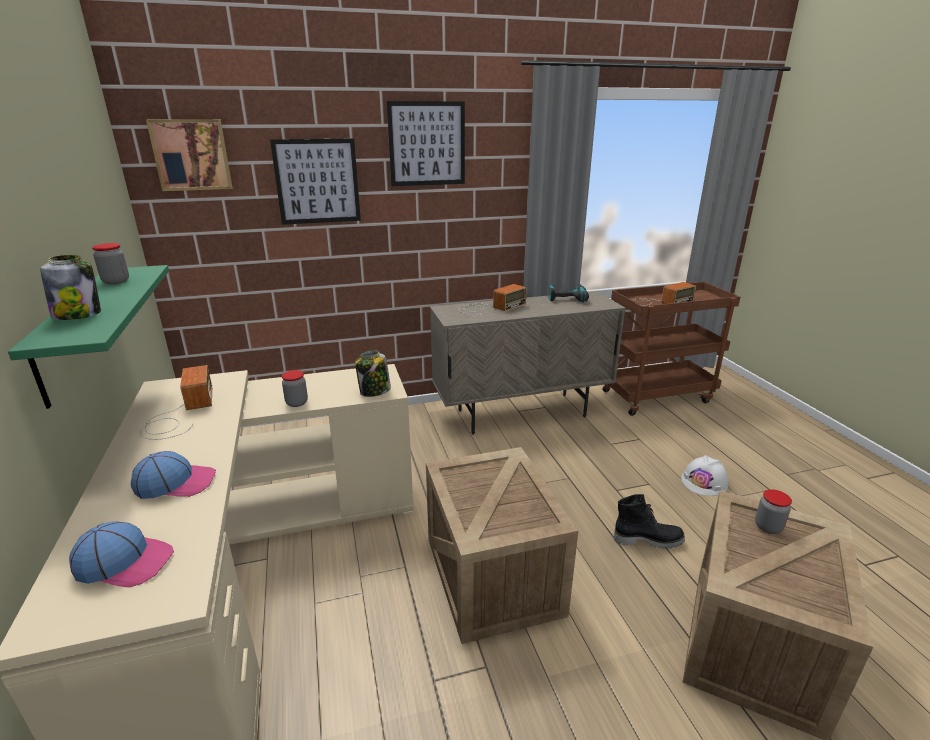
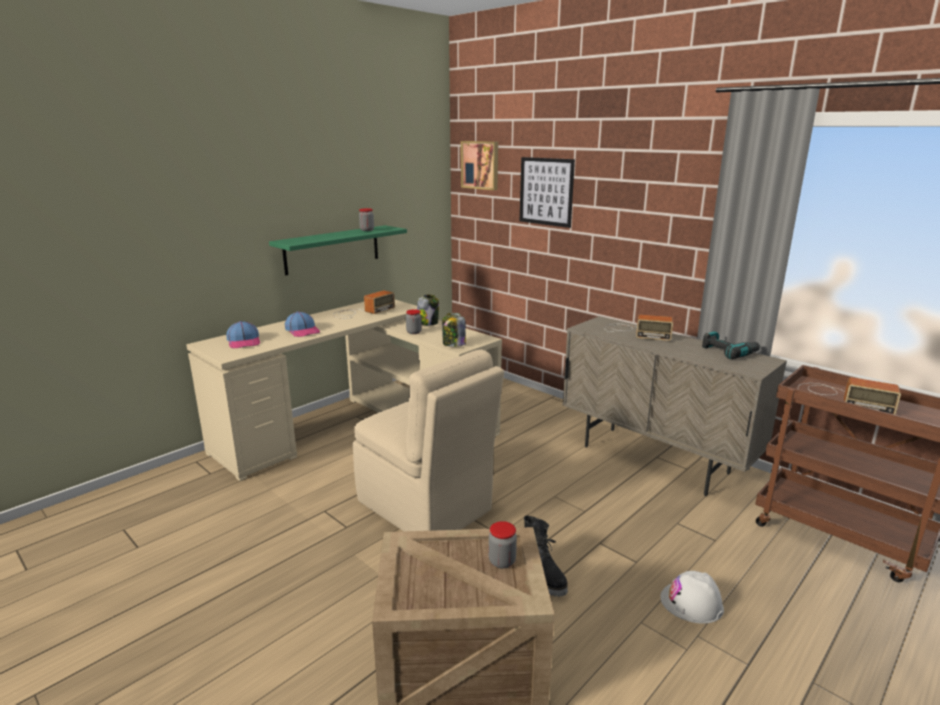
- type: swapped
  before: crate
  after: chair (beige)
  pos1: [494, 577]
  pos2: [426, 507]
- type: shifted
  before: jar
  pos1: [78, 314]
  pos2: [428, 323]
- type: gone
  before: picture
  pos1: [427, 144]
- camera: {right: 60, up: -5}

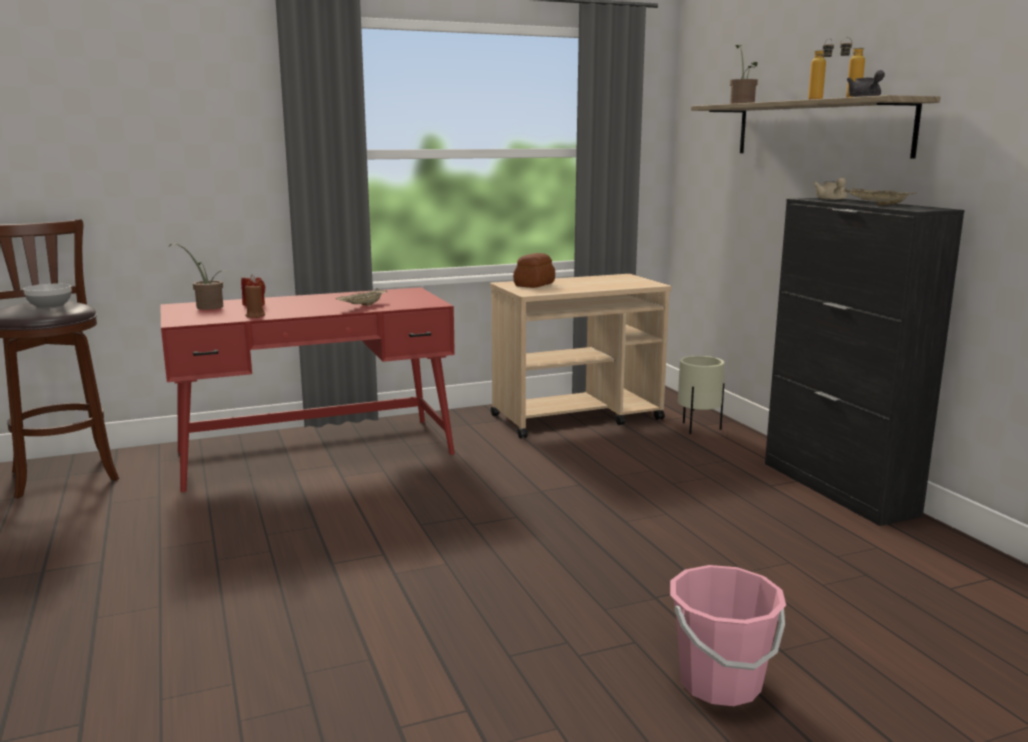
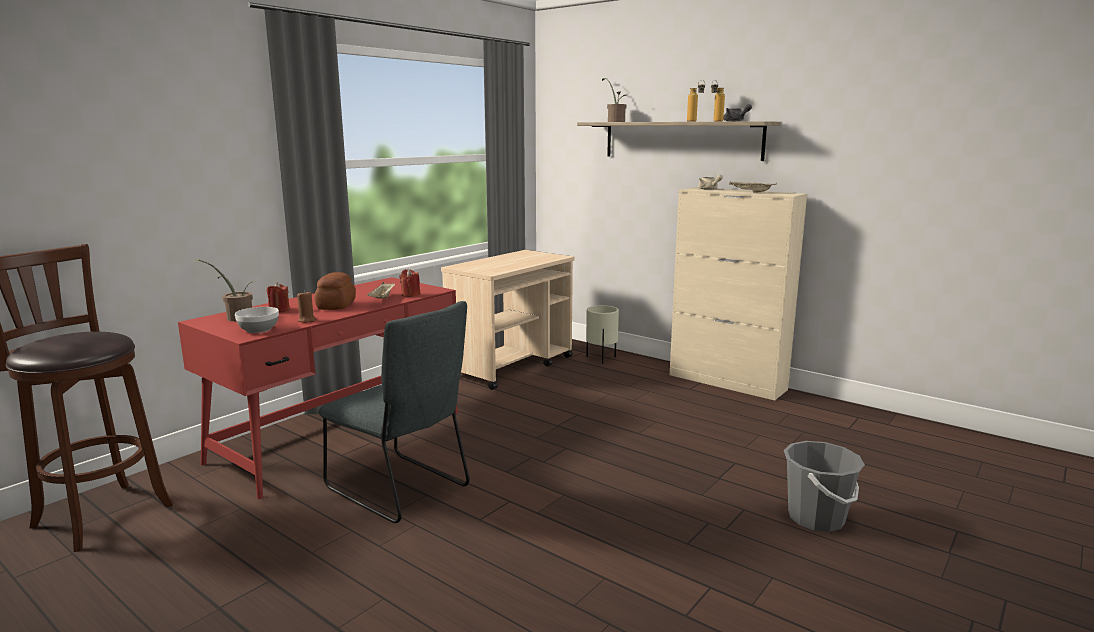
- type: shifted
  before: bowl
  pos1: [49, 306]
  pos2: [258, 329]
- type: shifted
  before: bread
  pos1: [533, 285]
  pos2: [335, 305]
- type: new
  after: chair (grey)
  pos2: [402, 489]
- type: new
  after: candle (red)
  pos2: [410, 294]
- type: repainted
  before: cabinet (black)
  after: cabinet (beige)
  pos1: [838, 489]
  pos2: [727, 382]
- type: repainted
  before: bucket (pink)
  after: bucket (grey)
  pos1: [720, 683]
  pos2: [816, 518]
- camera: {right: -30, up: 0}

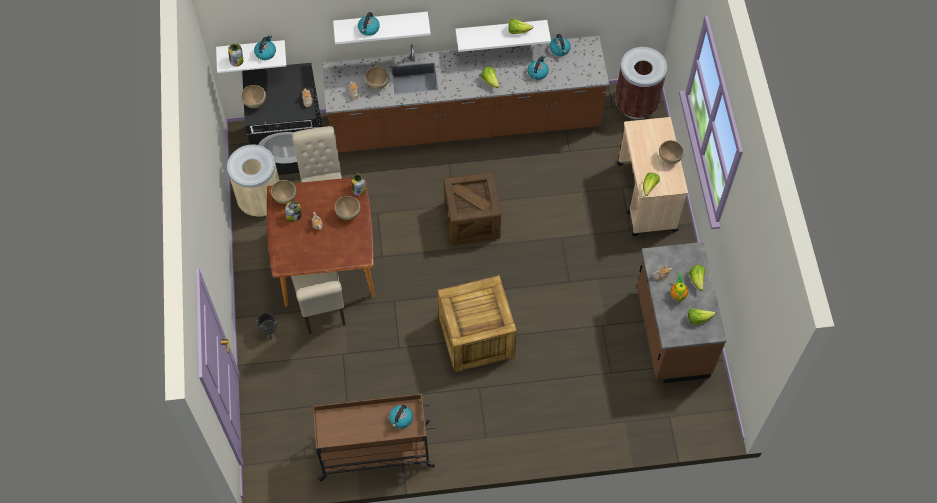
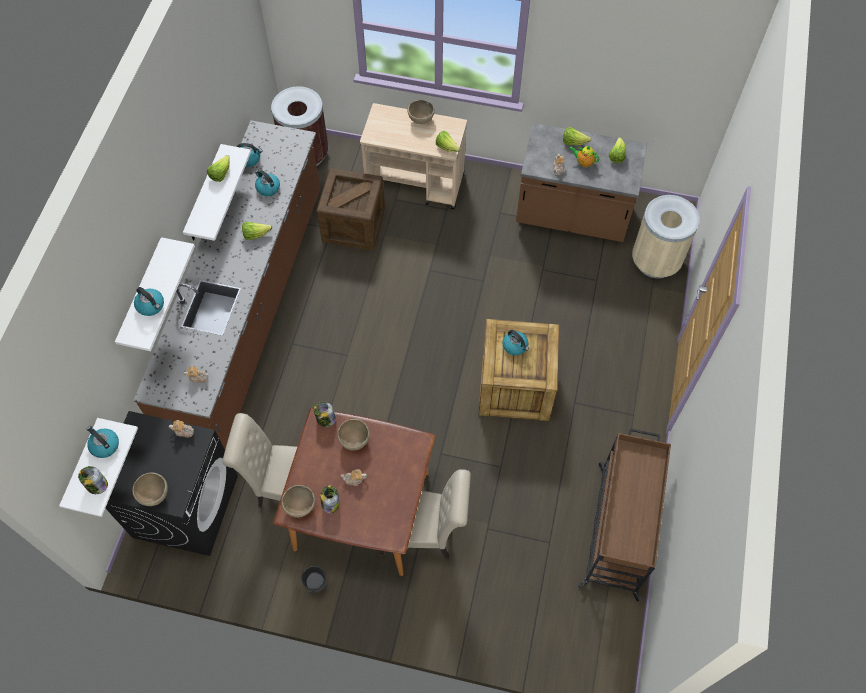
- type: shifted
  before: planter (black)
  pos1: [269, 332]
  pos2: [316, 585]
- type: shifted
  before: crate
  pos1: [472, 221]
  pos2: [353, 225]
- type: shifted
  before: kettle
  pos1: [401, 419]
  pos2: [515, 346]
- type: shifted
  before: trash can (beige)
  pos1: [260, 201]
  pos2: [655, 261]
- type: gone
  before: bowl (brown)
  pos1: [377, 84]
- camera: {right: -70, up: 0}

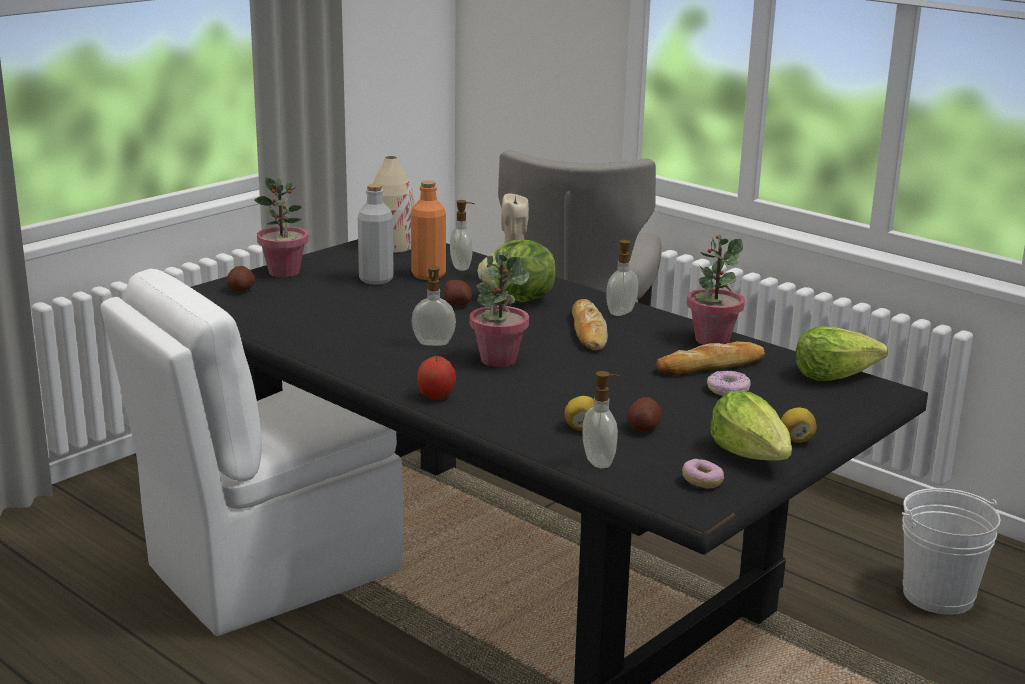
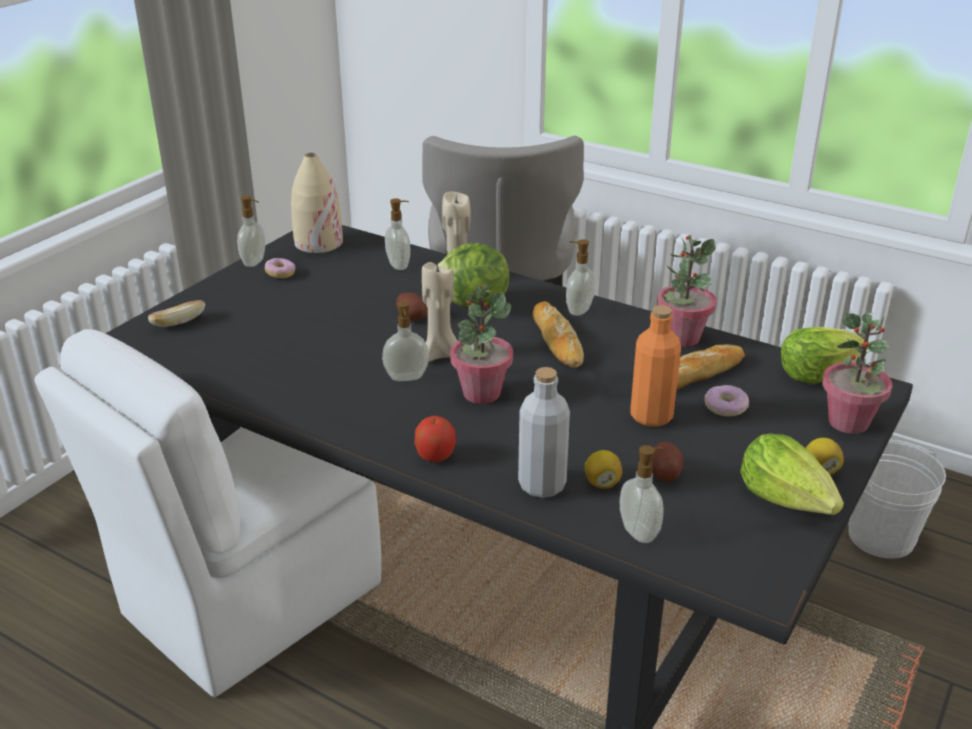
- type: swapped
  before: potato
  after: bread
  pos1: [241, 289]
  pos2: [178, 323]
- type: new
  after: soap dispenser
  pos2: [255, 262]
- type: shifted
  before: donut
  pos1: [702, 482]
  pos2: [280, 274]
- type: new
  after: candle (beige)
  pos2: [441, 354]
- type: shifted
  before: bottle (grey)
  pos1: [376, 279]
  pos2: [542, 485]
- type: shifted
  before: bottle (orange)
  pos1: [428, 275]
  pos2: [651, 416]
- type: shifted
  before: potted plant
  pos1: [284, 272]
  pos2: [848, 422]
- camera: {right: -10, up: 10}

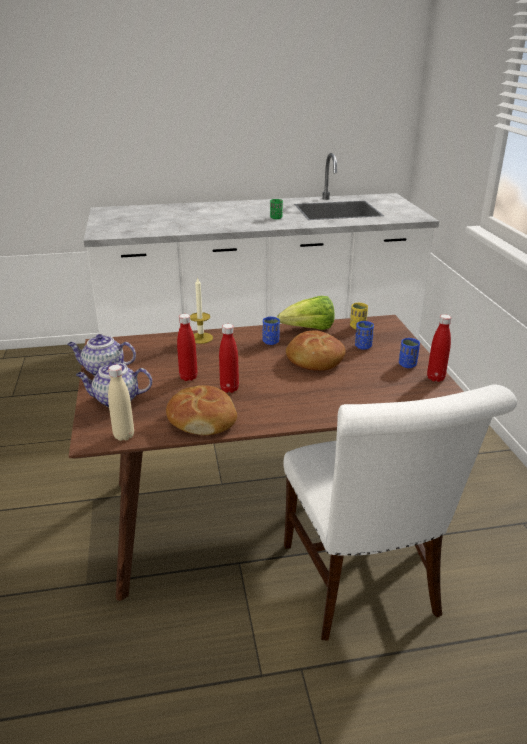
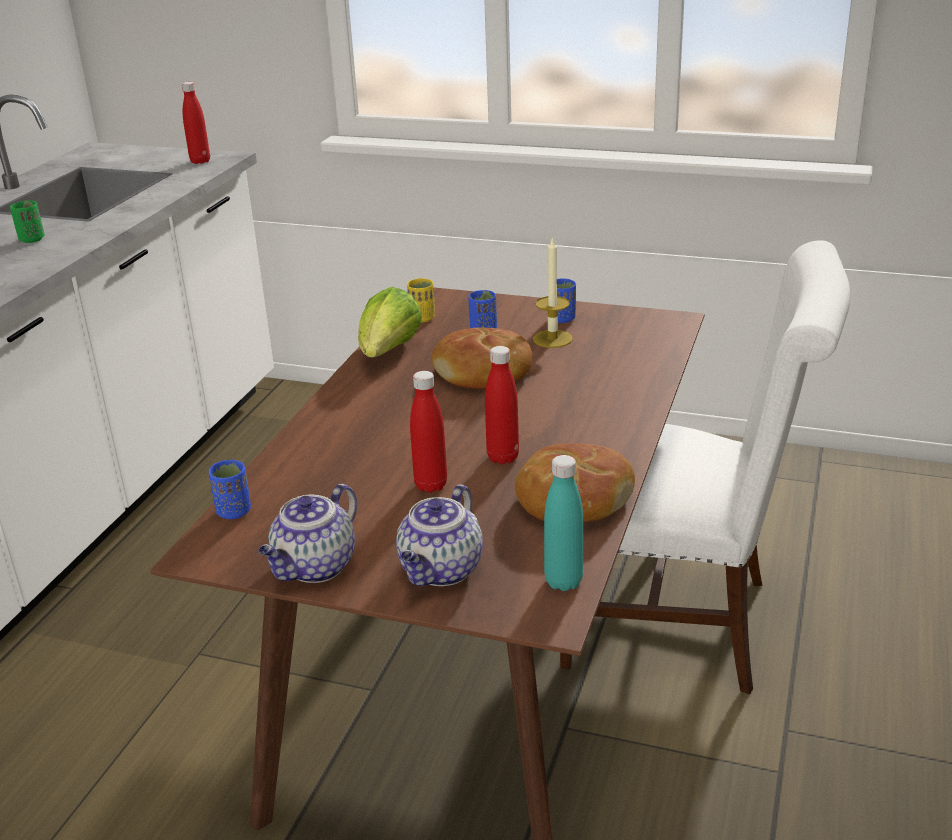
- type: shifted
  before: bottle (red)
  pos1: [435, 378]
  pos2: [200, 161]
- type: shifted
  before: cup (blue)
  pos1: [271, 342]
  pos2: [234, 511]
- type: shifted
  before: candle
  pos1: [201, 338]
  pos2: [552, 339]
- type: repainted
  before: bottle (beige)
  after: bottle (turquoise)
  pos1: [124, 436]
  pos2: [563, 581]
- camera: {right: -60, up: 0}

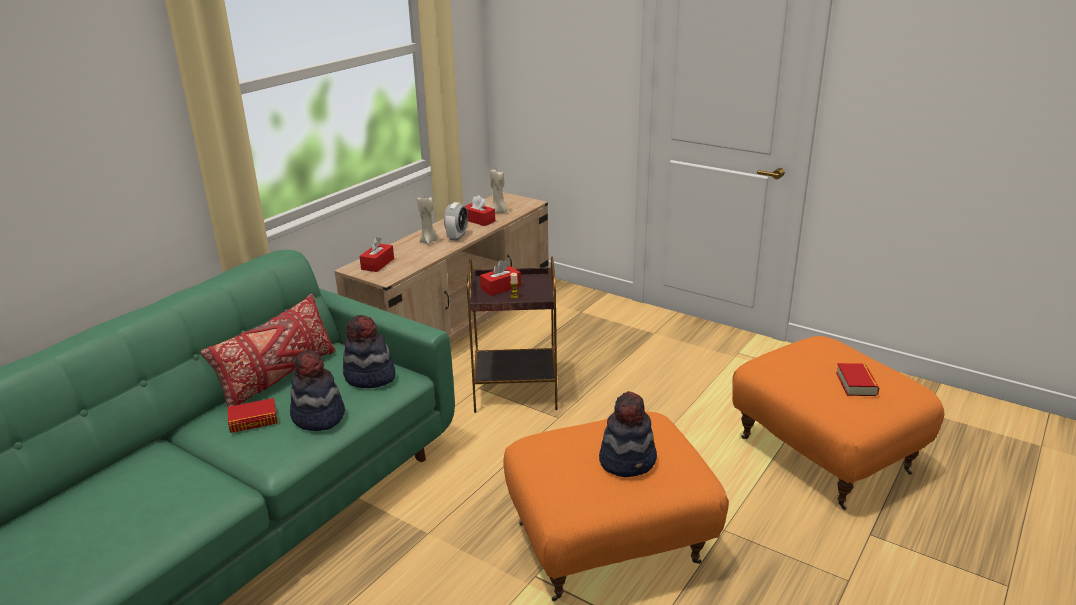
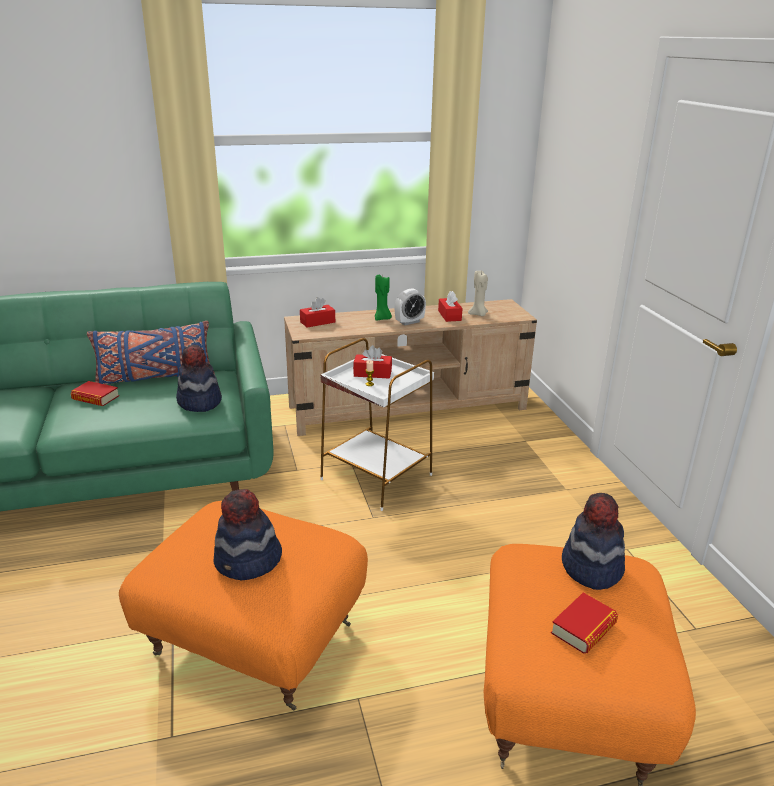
- type: repainted
  before: pillow (red)
  after: pillow (blue)
  pos1: [278, 377]
  pos2: [155, 378]
- type: repainted
  before: side table (brown)
  after: side table (white)
  pos1: [514, 388]
  pos2: [376, 476]
- type: repainted
  before: candle (beige)
  after: candle (green)
  pos1: [429, 241]
  pos2: [382, 318]
- type: shifted
  before: hat
  pos1: [318, 416]
  pos2: [591, 568]
- camera: {right: 40, up: 0}

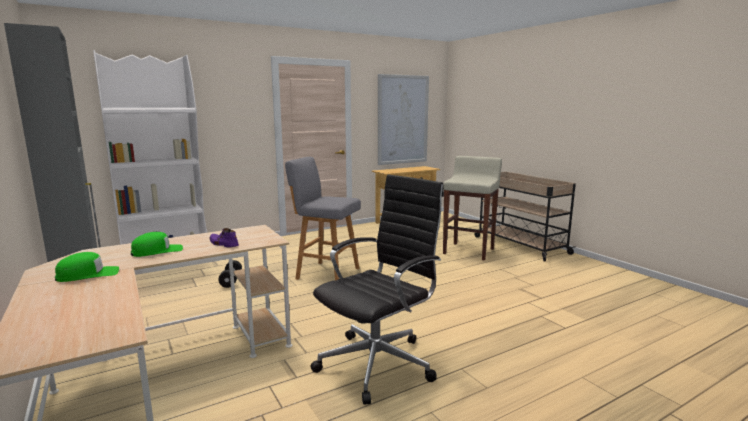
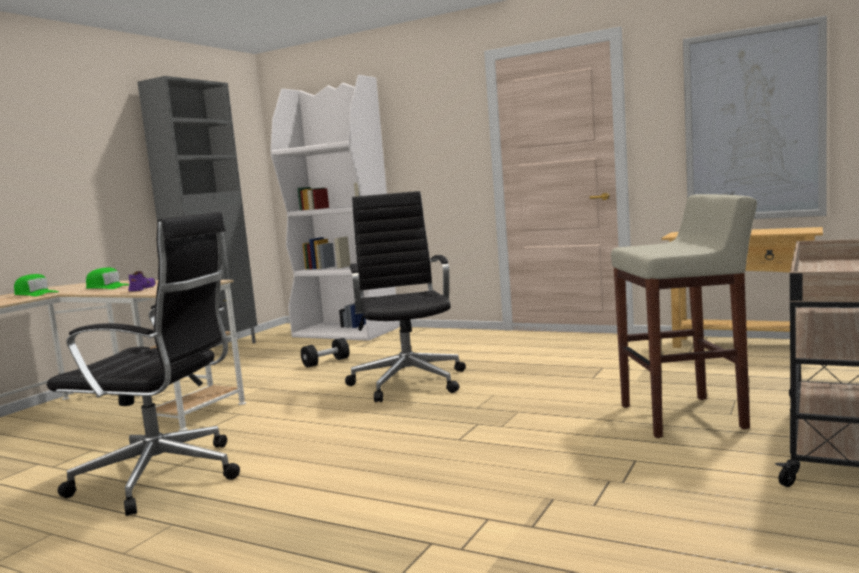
- type: swapped
  before: stool (grey)
  after: office chair (black)
  pos1: [326, 273]
  pos2: [408, 381]
- camera: {right: 60, up: -5}

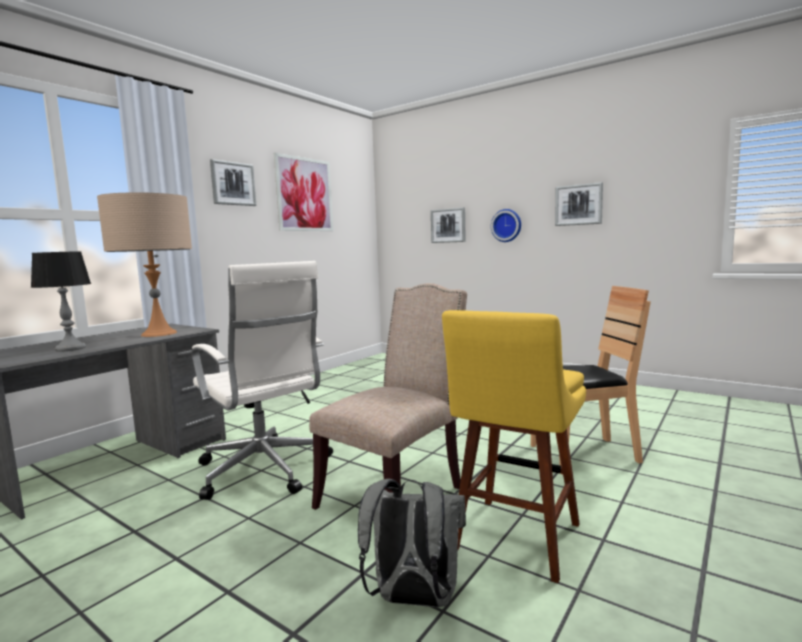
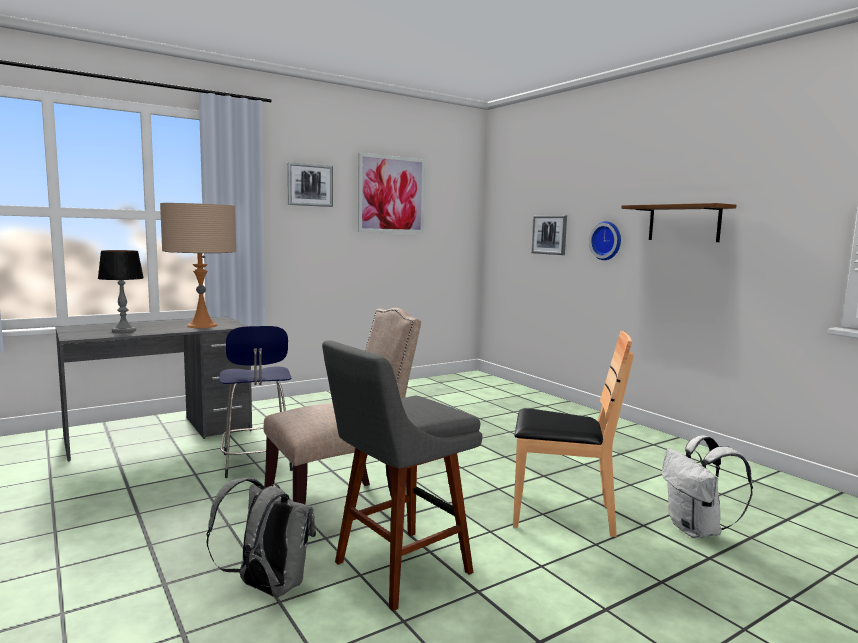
- type: swapped
  before: office chair (white)
  after: stool (blue)
  pos1: [265, 471]
  pos2: [257, 463]
- type: repainted
  before: stool (yellow)
  after: stool (grey)
  pos1: [514, 540]
  pos2: [397, 569]
- type: swapped
  before: picture
  after: shelf (brown)
  pos1: [578, 205]
  pos2: [684, 223]
- type: new
  after: backpack (white)
  pos2: [697, 530]
- camera: {right: 20, up: 0}

